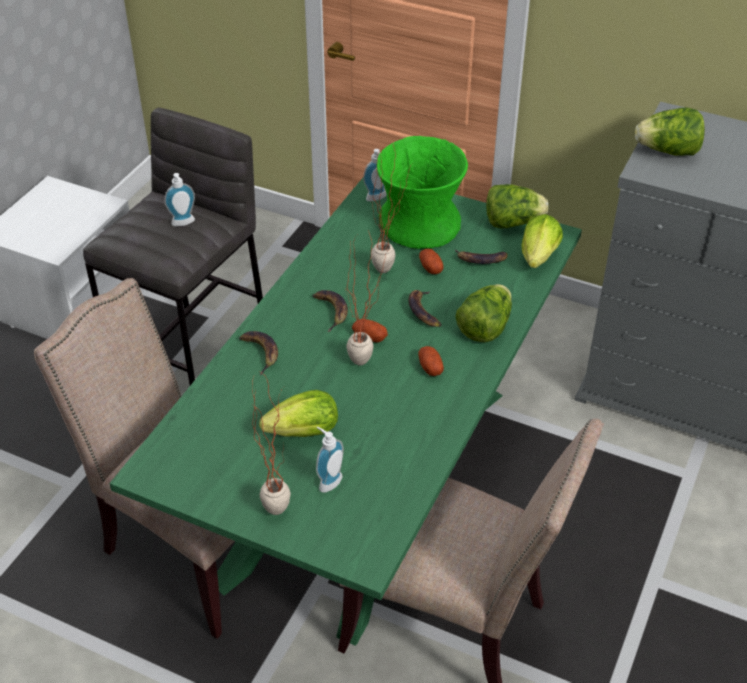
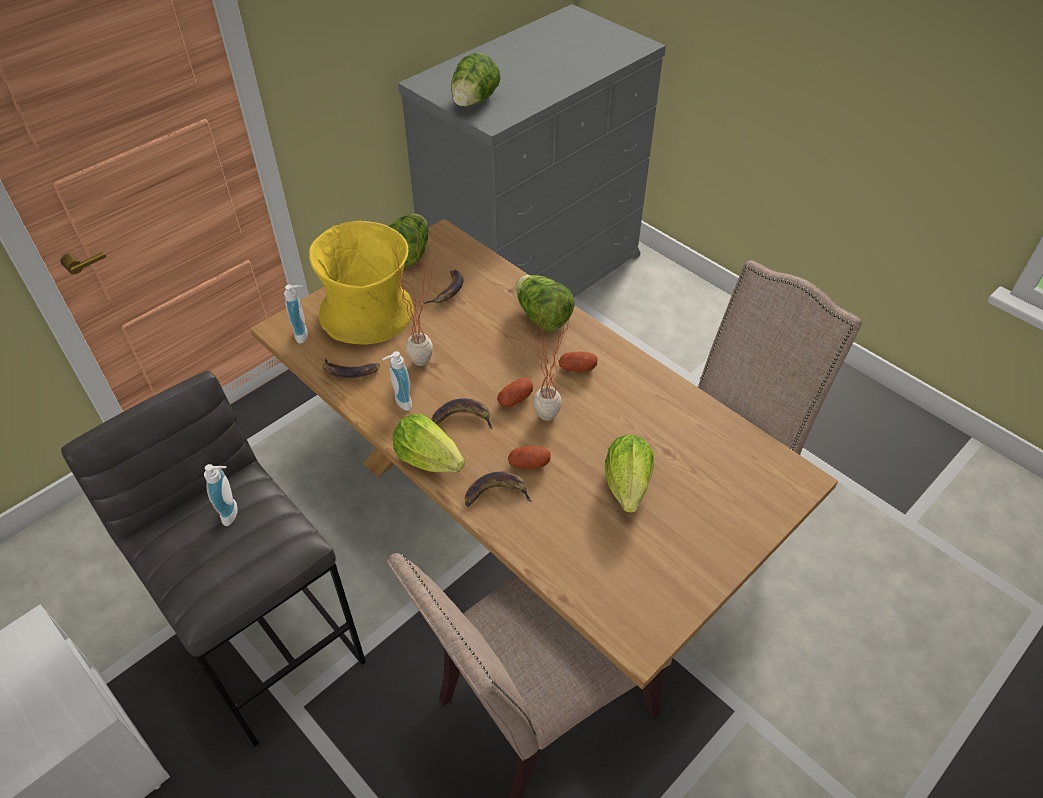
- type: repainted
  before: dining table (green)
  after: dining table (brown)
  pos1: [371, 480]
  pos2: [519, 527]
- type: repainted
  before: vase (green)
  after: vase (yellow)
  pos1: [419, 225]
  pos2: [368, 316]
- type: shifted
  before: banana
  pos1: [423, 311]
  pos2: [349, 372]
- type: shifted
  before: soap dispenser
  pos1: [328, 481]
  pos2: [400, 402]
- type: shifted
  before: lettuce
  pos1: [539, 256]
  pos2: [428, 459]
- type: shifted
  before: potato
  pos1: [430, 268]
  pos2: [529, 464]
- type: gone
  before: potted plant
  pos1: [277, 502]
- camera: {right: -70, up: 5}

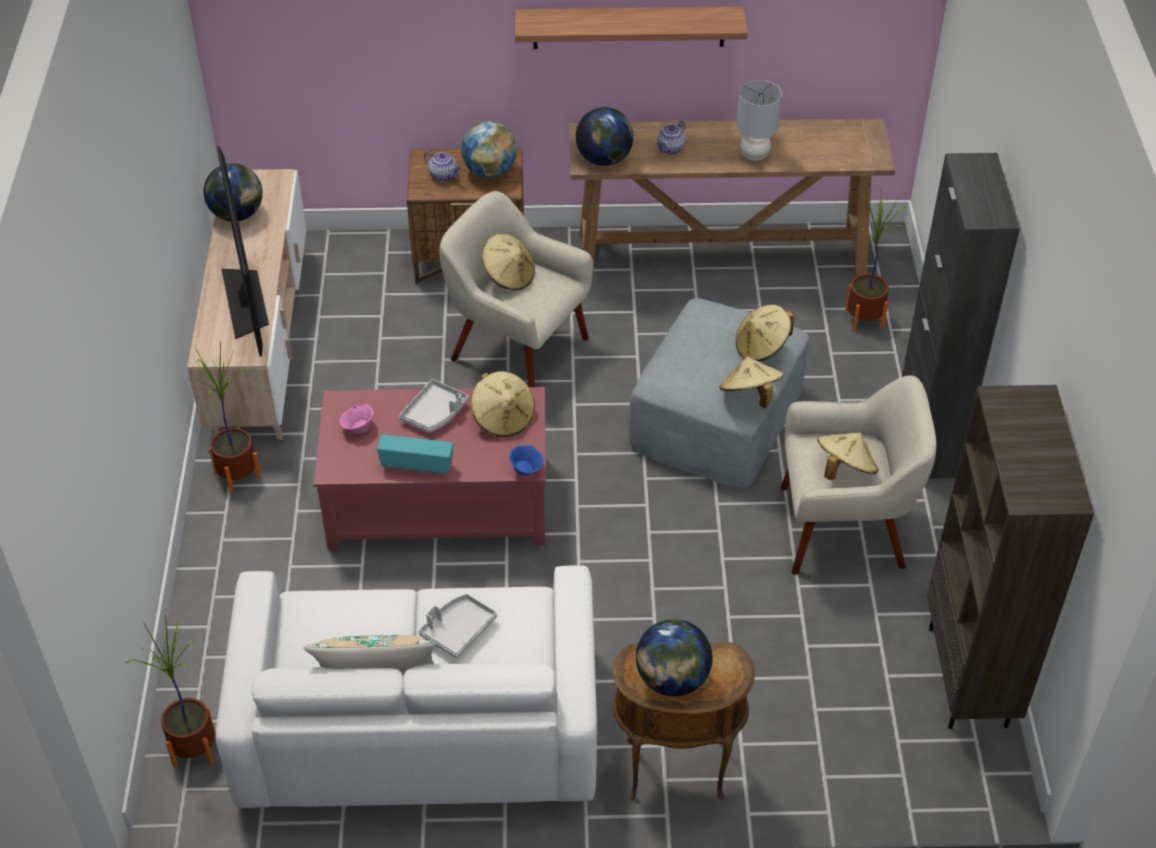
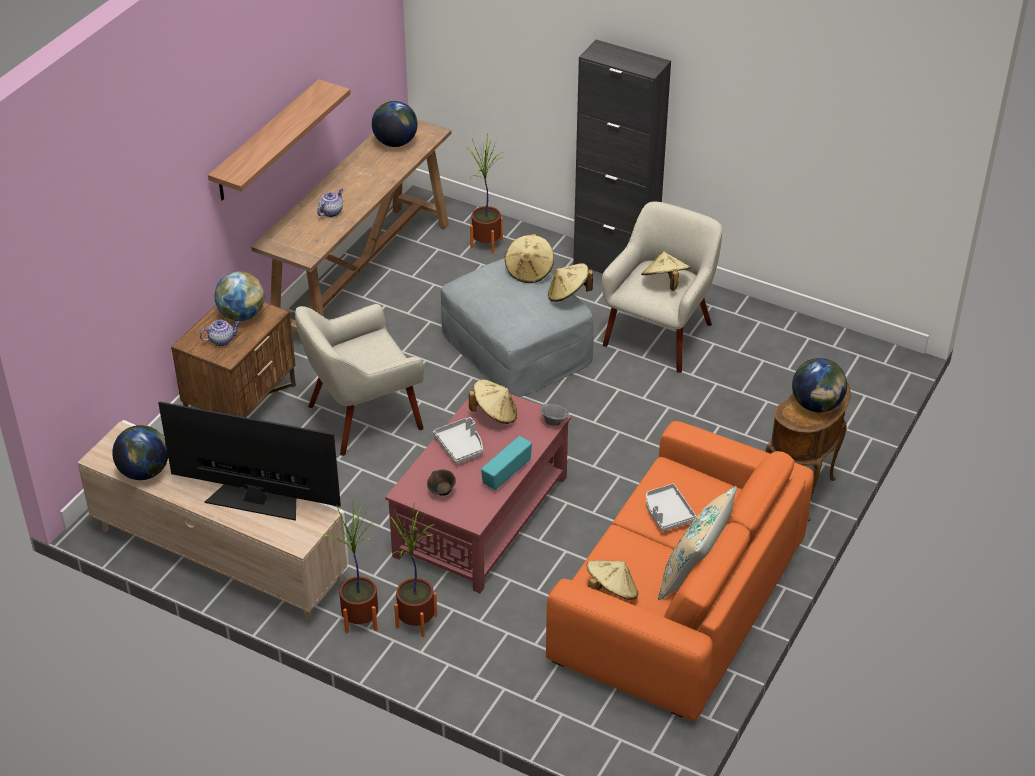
- type: rotated
  before: teapot
  pos1: [670, 149]
  pos2: [331, 212]
  turn: -120
- type: shifted
  before: globe
  pos1: [604, 159]
  pos2: [395, 142]
- type: shifted
  before: potted plant
  pos1: [193, 748]
  pos2: [416, 621]
- type: repainted
  before: bowl (pink)
  after: bowl (brown)
  pos1: [358, 428]
  pos2: [442, 491]
- type: repainted
  before: bowl (blue)
  after: bowl (grey)
  pos1: [526, 469]
  pos2: [553, 421]
- type: repainted
  before: sofa (white)
  after: sofa (orange)
  pos1: [419, 724]
  pos2: [679, 601]
- type: shifted
  before: hat (beige)
  pos1: [508, 276]
  pos2: [611, 592]
- type: gone
  before: table lamp (grey)
  pos1: [754, 155]
- type: gone
  before: bookcase (brown)
  pos1: [969, 677]
- camera: {right: -60, up: -5}

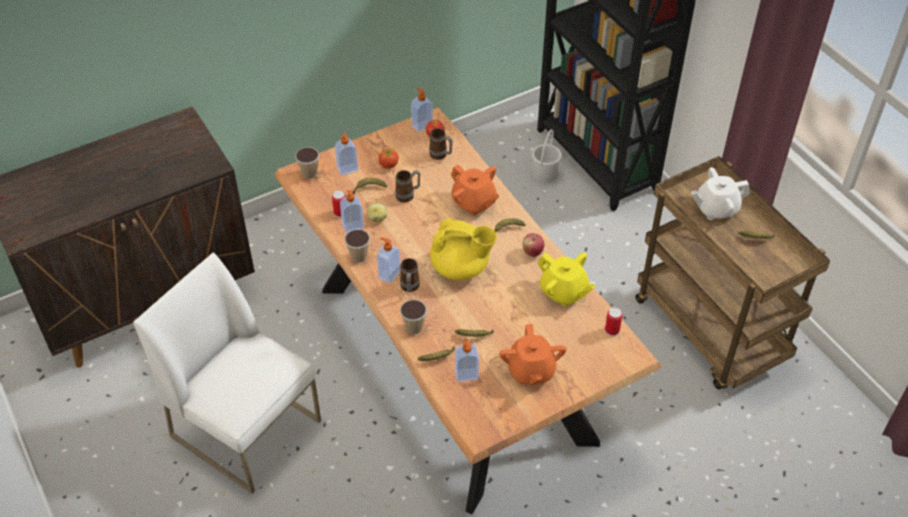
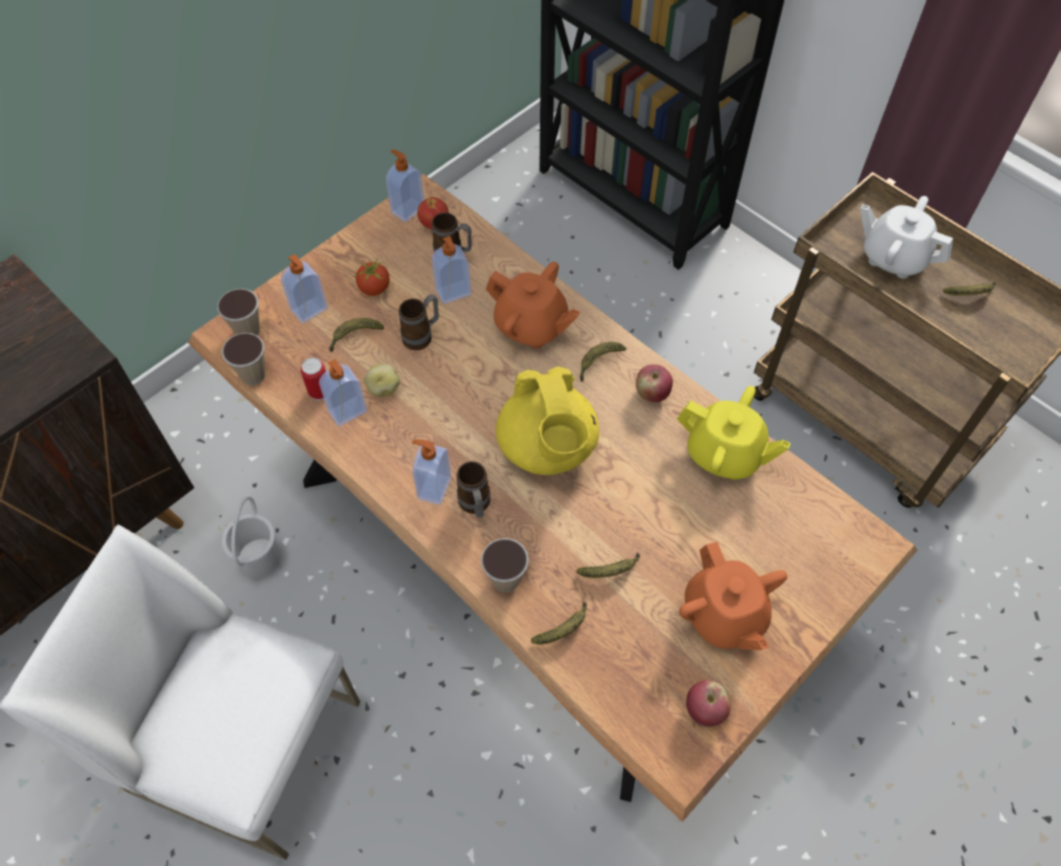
- type: shifted
  before: cup
  pos1: [358, 257]
  pos2: [253, 375]
- type: shifted
  before: bucket (white)
  pos1: [544, 174]
  pos2: [258, 558]
- type: shifted
  before: soap dispenser
  pos1: [466, 375]
  pos2: [453, 293]
- type: rotated
  before: teapot (yellow)
  pos1: [461, 267]
  pos2: [547, 448]
  turn: 75
- type: new
  after: apple
  pos2: [704, 710]
- type: rotated
  before: teapot (white)
  pos1: [715, 209]
  pos2: [893, 257]
  turn: 60
- type: gone
  before: can
  pos1: [612, 330]
- camera: {right: -15, up: 10}

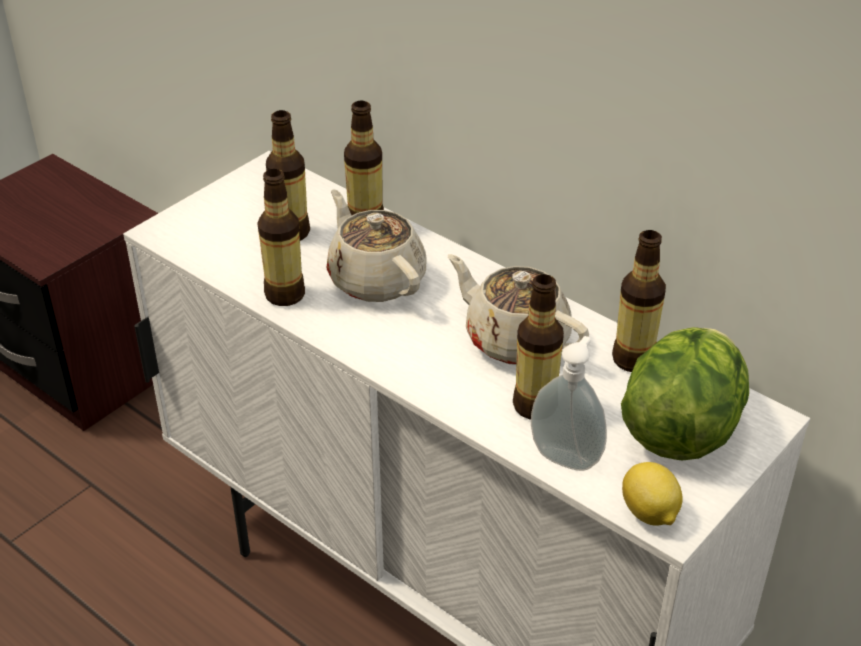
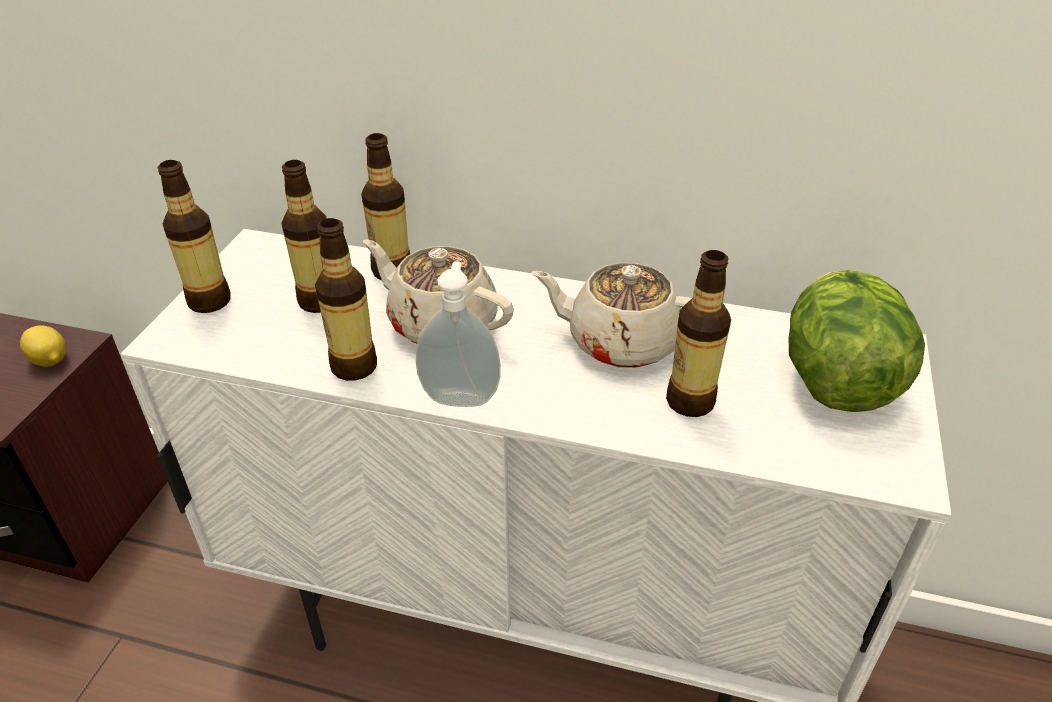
- type: shifted
  before: lemon
  pos1: [649, 514]
  pos2: [50, 361]
- type: shifted
  before: bottle
  pos1: [633, 359]
  pos2: [209, 301]
- type: shifted
  before: soap dispenser
  pos1: [567, 456]
  pos2: [461, 396]
- camera: {right: -25, up: 0}

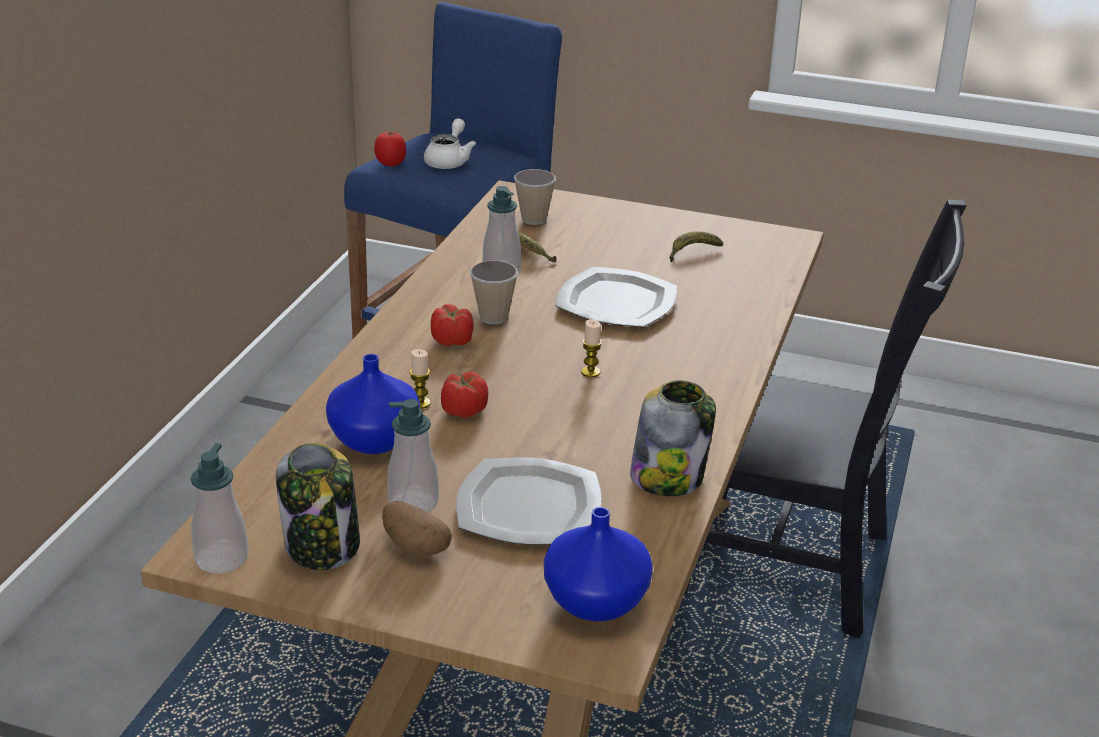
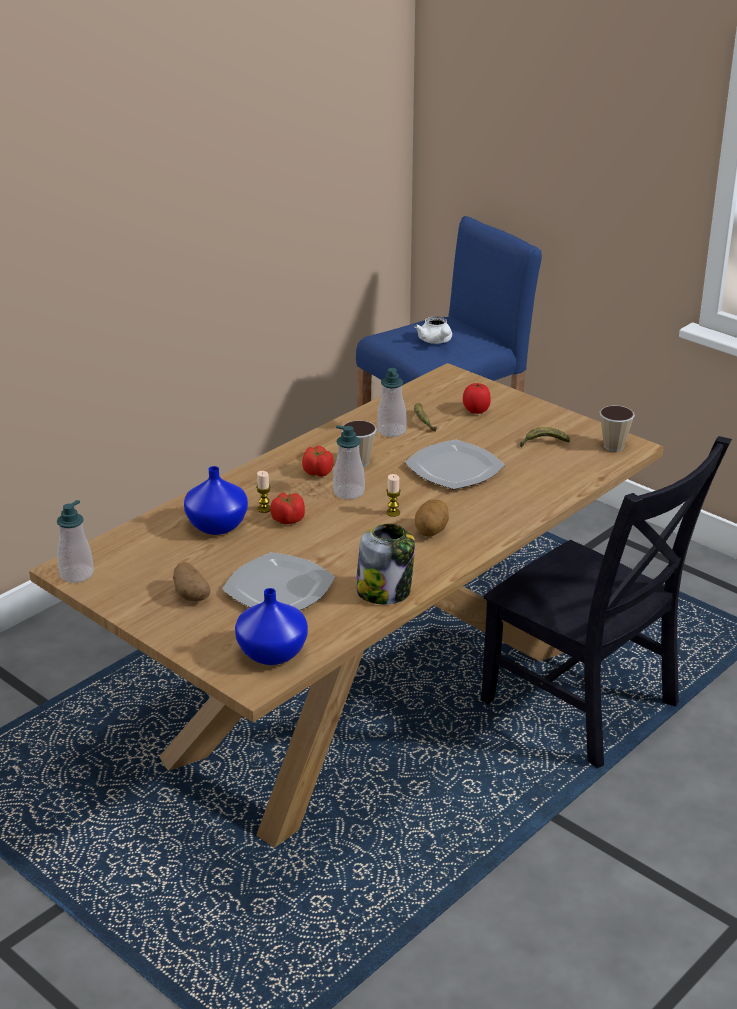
- type: shifted
  before: soap dispenser
  pos1: [413, 502]
  pos2: [348, 492]
- type: rotated
  before: teapot (white)
  pos1: [449, 161]
  pos2: [436, 341]
  turn: 120
- type: new
  after: potato
  pos2: [432, 531]
- type: shifted
  before: tomato
  pos1: [390, 164]
  pos2: [476, 411]
- type: shifted
  before: cup
  pos1: [534, 219]
  pos2: [613, 446]
- type: gone
  before: jar
  pos1: [323, 546]
- camera: {right: 25, up: 0}

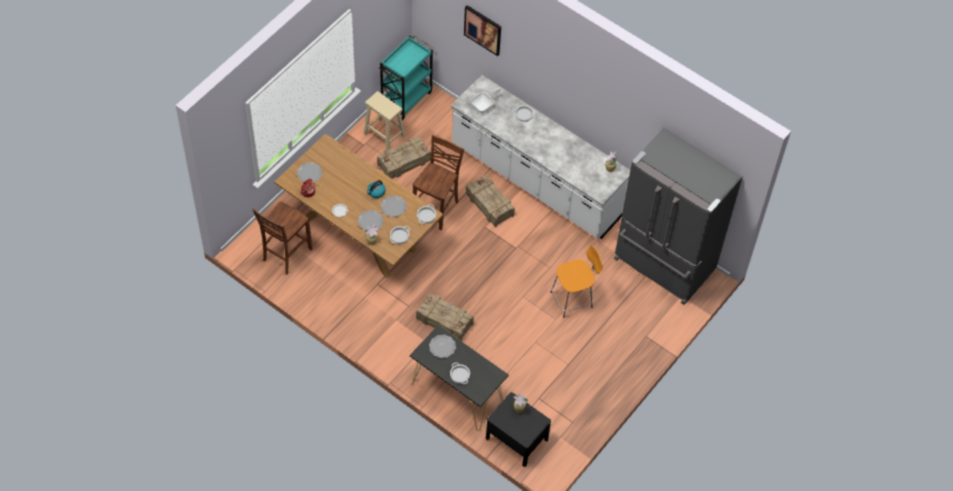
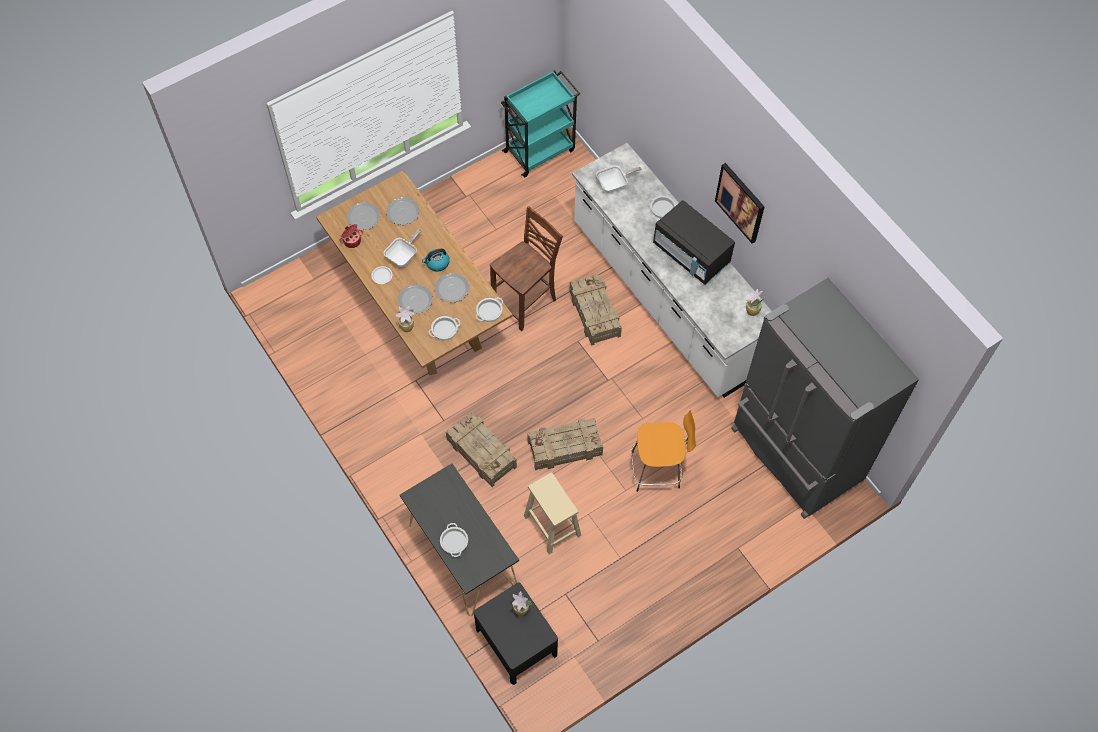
- type: new
  after: frying pan
  pos2: [404, 256]
- type: shifted
  before: plate
  pos1: [442, 347]
  pos2: [403, 212]
- type: shifted
  before: stool (beige)
  pos1: [383, 134]
  pos2: [551, 525]
- type: shifted
  before: crate
  pos1: [404, 162]
  pos2: [565, 448]
- type: new
  after: microwave (black)
  pos2: [691, 254]
- type: shifted
  before: picture
  pos1: [483, 29]
  pos2: [740, 202]
- type: gone
  before: chair (brown)
  pos1: [285, 255]
- camera: {right: 20, up: 5}

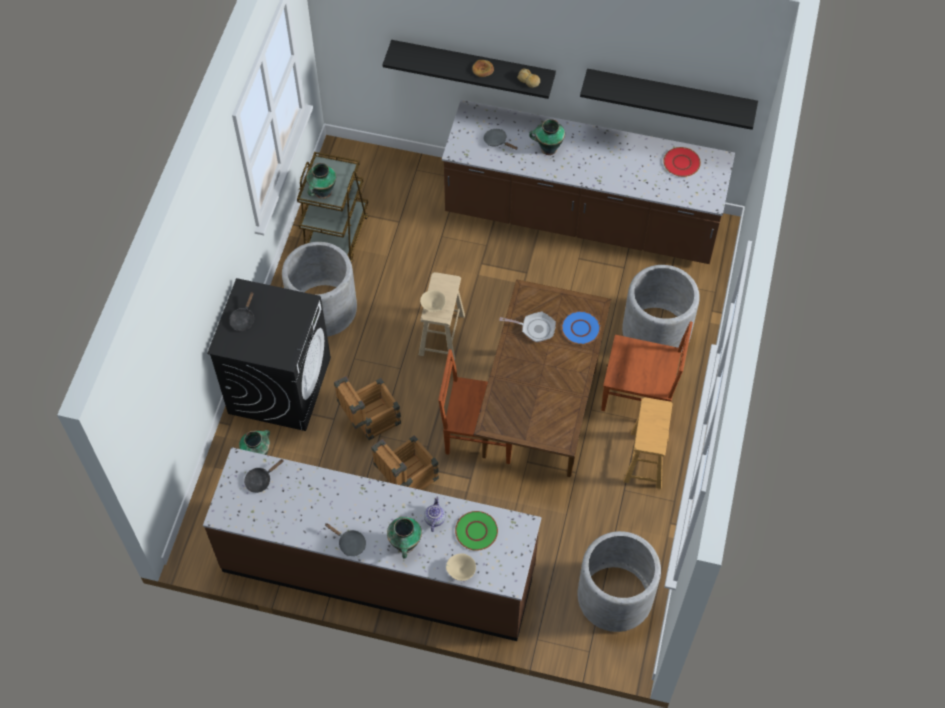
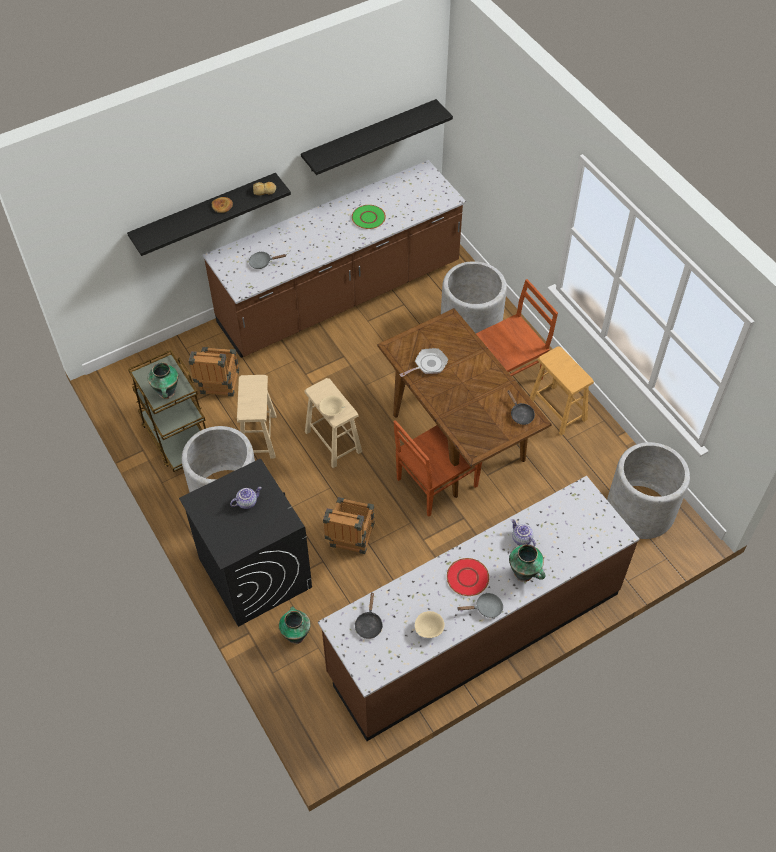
- type: shifted
  before: crate
  pos1: [406, 479]
  pos2: [218, 386]
- type: new
  after: teapot
  pos2: [247, 502]
- type: new
  after: stool (beige)
  pos2: [258, 437]
- type: shifted
  before: plate (green)
  pos1: [476, 531]
  pos2: [368, 217]
- type: shifted
  before: bowl (beige)
  pos1: [460, 570]
  pos2: [428, 629]
- type: shifted
  before: plate (red)
  pos1: [681, 163]
  pos2: [467, 578]
- type: shifted
  before: frying pan (black)
  pos1: [243, 319]
  pos2: [520, 414]
- type: gone
  before: vase
  pos1: [548, 148]
- type: gone
  before: plate (blue)
  pos1: [580, 328]
- camera: {right: -45, up: -5}

